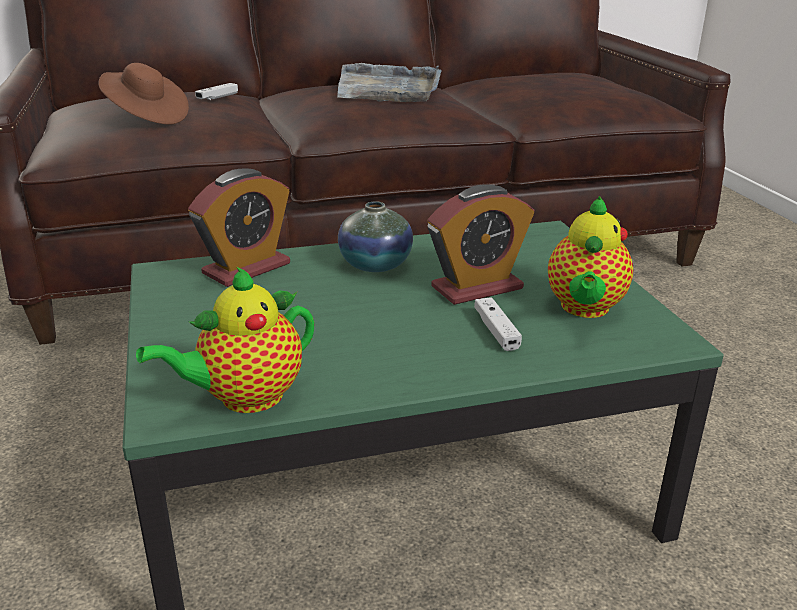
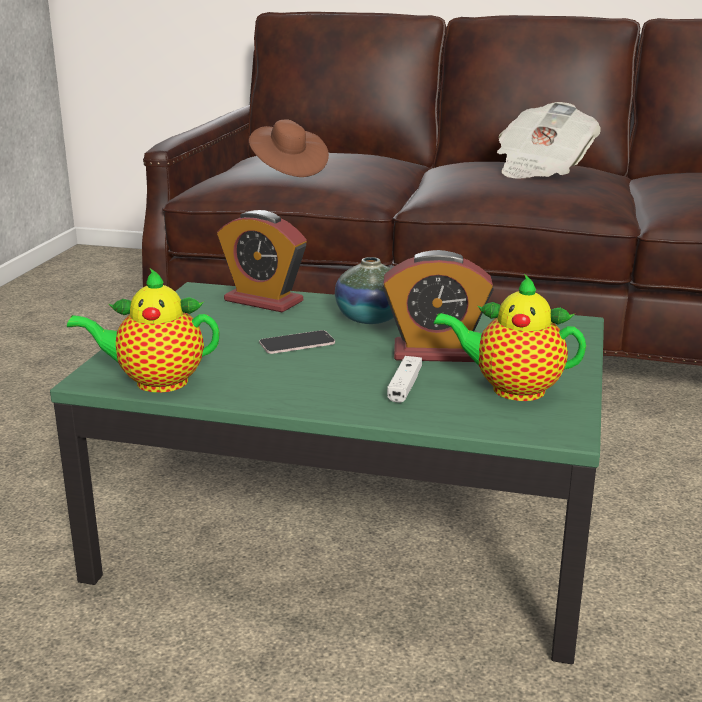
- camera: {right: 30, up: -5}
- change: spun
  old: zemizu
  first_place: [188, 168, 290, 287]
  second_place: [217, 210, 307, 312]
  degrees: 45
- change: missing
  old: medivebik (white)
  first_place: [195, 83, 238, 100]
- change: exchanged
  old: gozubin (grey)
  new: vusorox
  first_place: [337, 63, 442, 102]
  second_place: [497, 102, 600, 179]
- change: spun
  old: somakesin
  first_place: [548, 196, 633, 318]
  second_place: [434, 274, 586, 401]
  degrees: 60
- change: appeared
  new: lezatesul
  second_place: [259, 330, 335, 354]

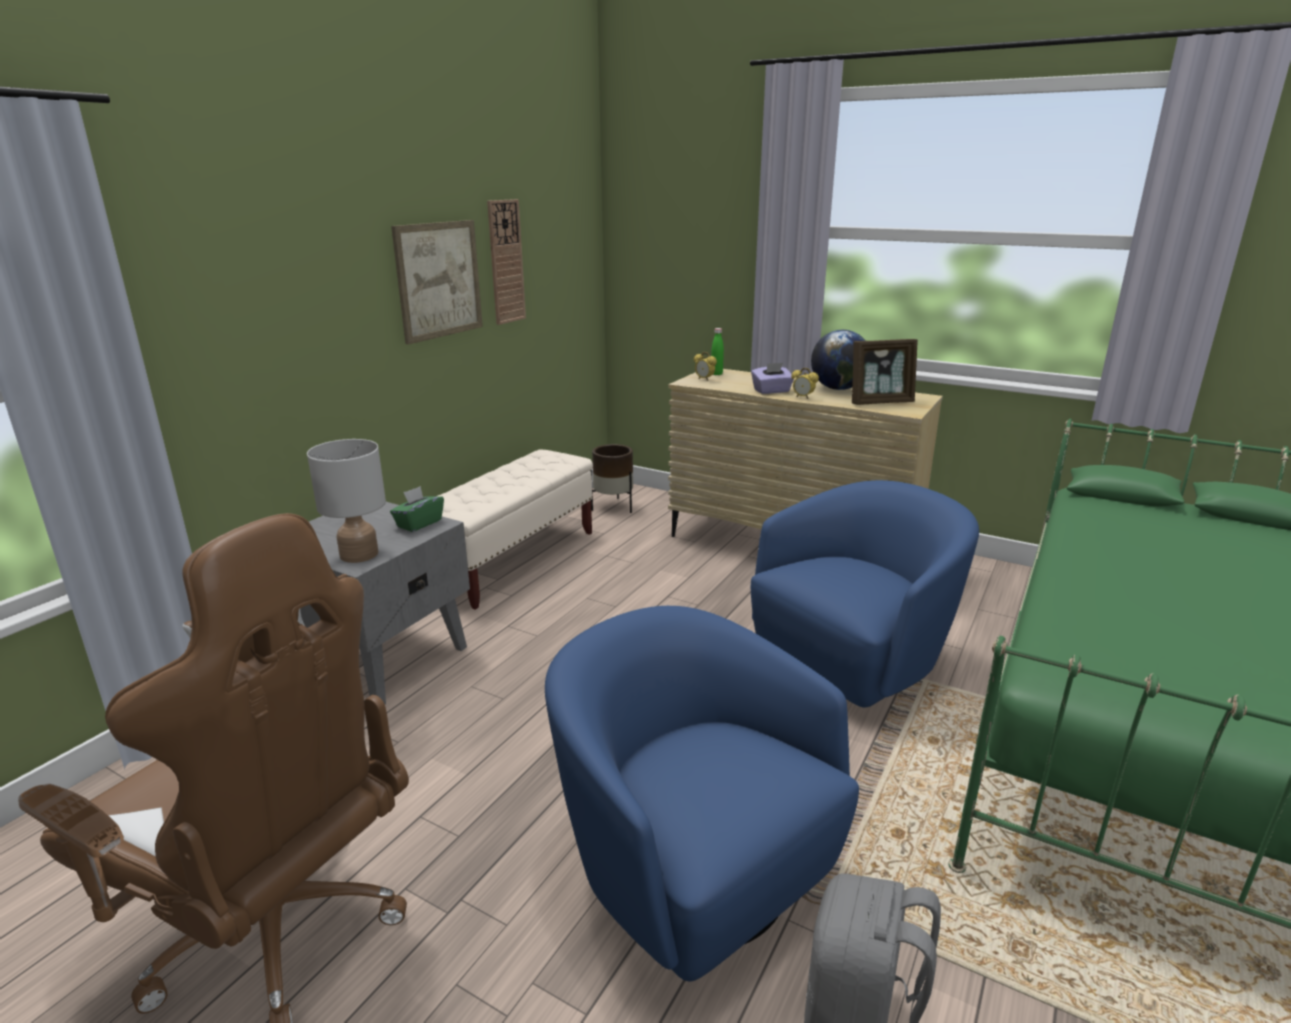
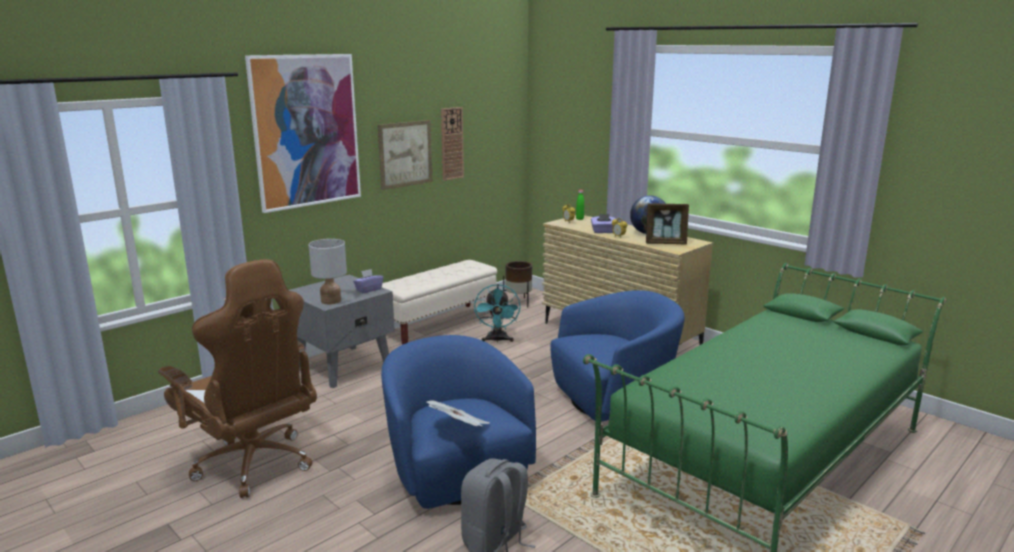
- camera: {right: 15, up: -5}
- change: colour
  old: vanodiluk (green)
  new: vanodiluk (purple)
  first_place: [390, 486, 444, 532]
  second_place: [353, 269, 383, 293]
- change: appeared
  new: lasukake
  second_place: [245, 54, 361, 213]
- change: appeared
  new: vusorox
  second_place: [426, 400, 489, 426]
- change: appeared
  new: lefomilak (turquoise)
  second_place: [474, 284, 520, 343]

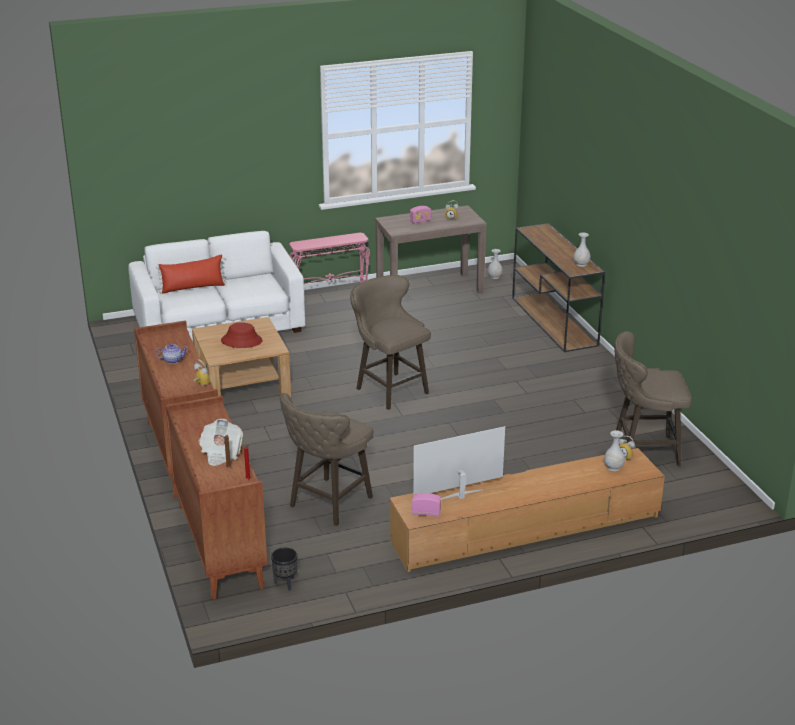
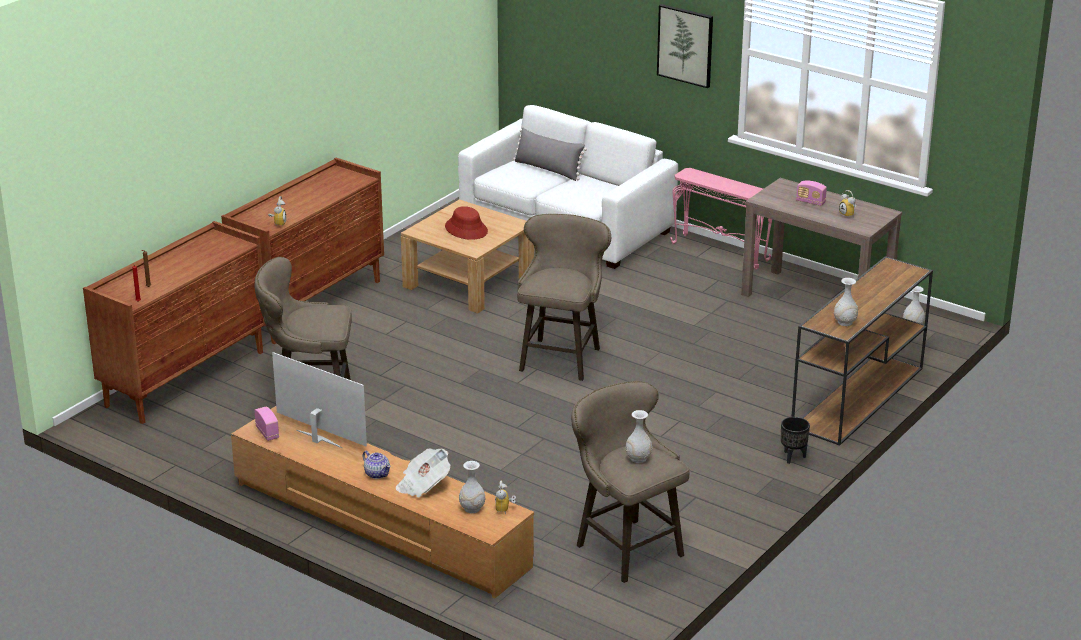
- camera: {right: 55, up: 0}
- change: colour
  old: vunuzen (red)
  new: vunuzen (grey)
  first_place: [156, 255, 227, 294]
  second_place: [513, 128, 587, 181]
- change: relocated
  old: somakesin
  first_place: [156, 344, 188, 364]
  second_place: [363, 451, 391, 479]
- change: relocated
  old: vusorox
  first_place: [199, 419, 243, 466]
  second_place: [396, 448, 450, 497]
- change: relocated
  old: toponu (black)
  first_place: [271, 547, 298, 591]
  second_place: [781, 417, 810, 464]
- change: appeared
  new: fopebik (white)
  second_place: [626, 410, 652, 463]
- change: appeared
  new: lasukake
  second_place: [657, 4, 713, 88]

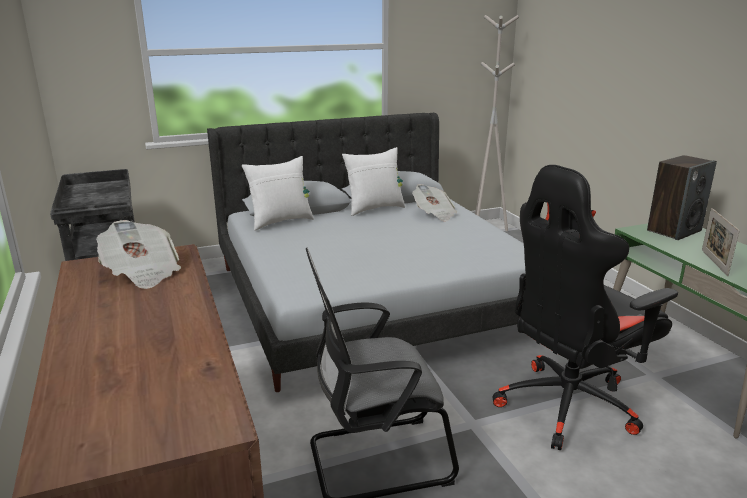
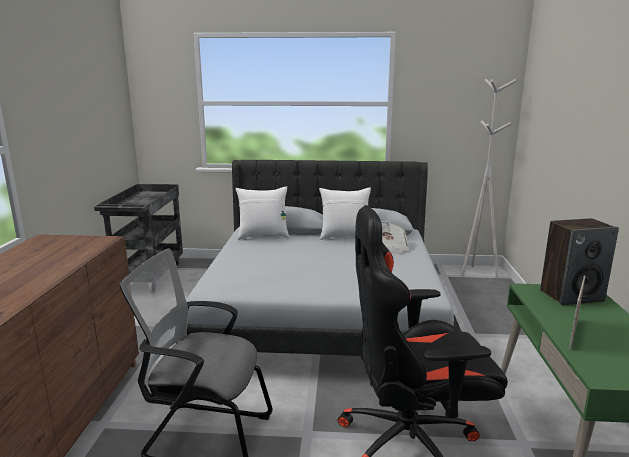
- camera: {right: 25, up: -5}
- change: missing
  old: vusorox
  first_place: [96, 220, 181, 289]

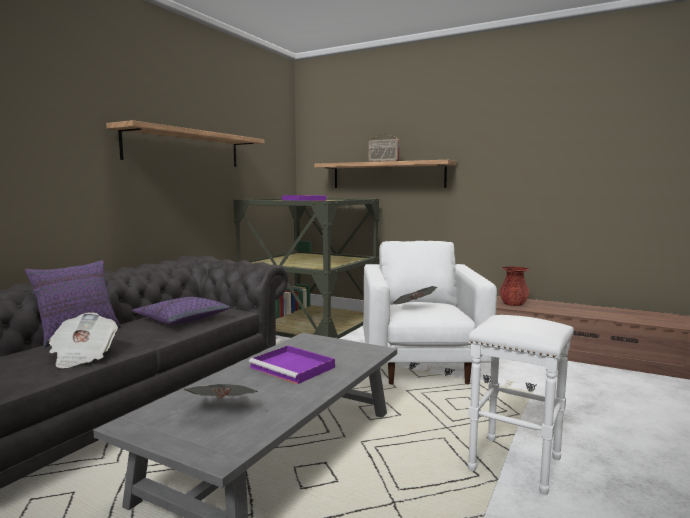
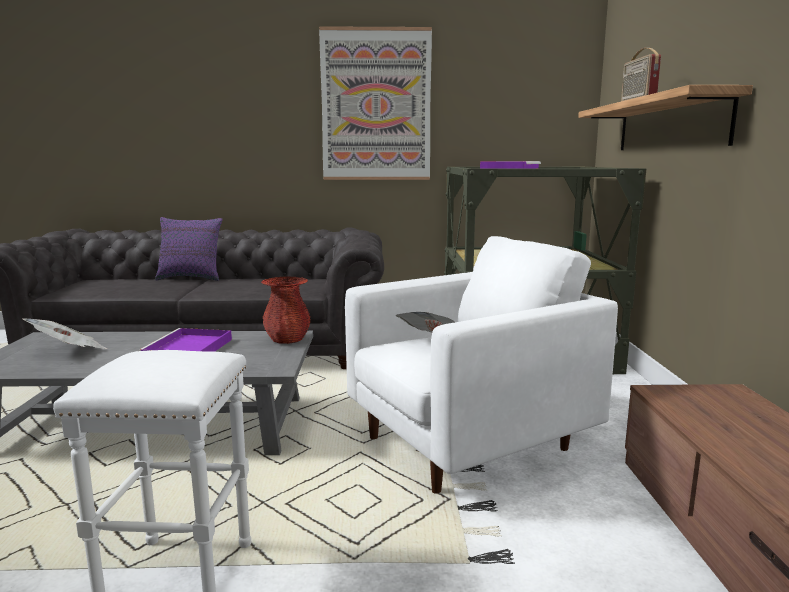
- camera: {right: 60, up: 5}
- change: missing
  old: vusorox
  first_place: [48, 313, 118, 368]
- change: exchanged
  old: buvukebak
  new: lasukake
  first_place: [106, 120, 265, 167]
  second_place: [319, 26, 432, 180]
- change: missing
  old: vunuzen (purple)
  first_place: [132, 297, 230, 325]
- change: relocated
  old: fopebik (red)
  first_place: [499, 267, 530, 306]
  second_place: [261, 277, 311, 344]

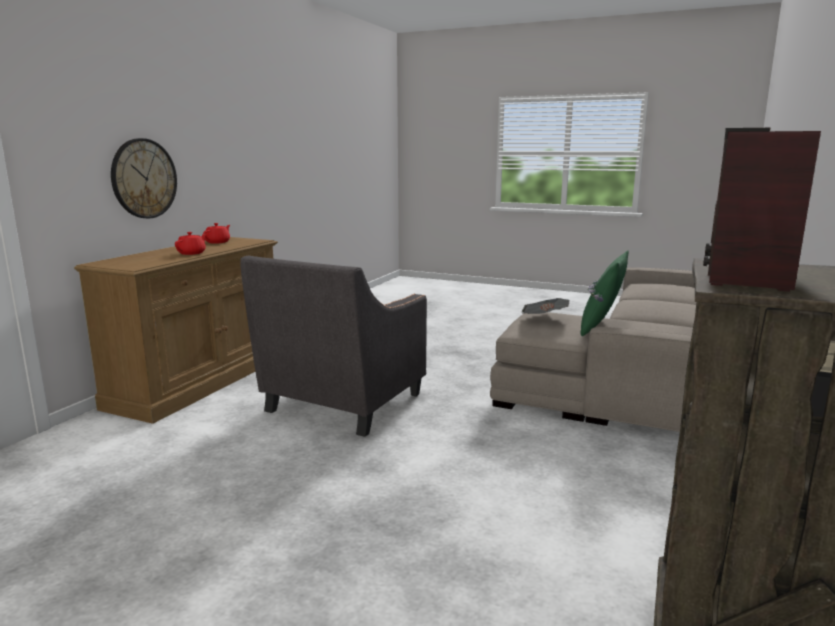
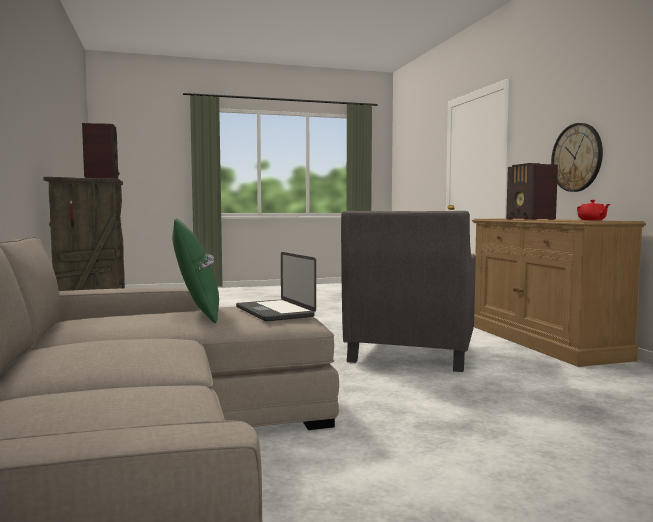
- camera: {right: 140, up: -10}
- change: exchanged
  old: somakesin (red)
  new: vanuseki
  first_place: [175, 232, 206, 255]
  second_place: [506, 163, 558, 220]
- change: spun
  old: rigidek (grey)
  first_place: [240, 256, 427, 437]
  second_place: [341, 211, 476, 372]
  degrees: -150
- change: exchanged
  old: vusorox
  new: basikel
  first_place: [522, 298, 570, 314]
  second_place: [236, 252, 316, 321]

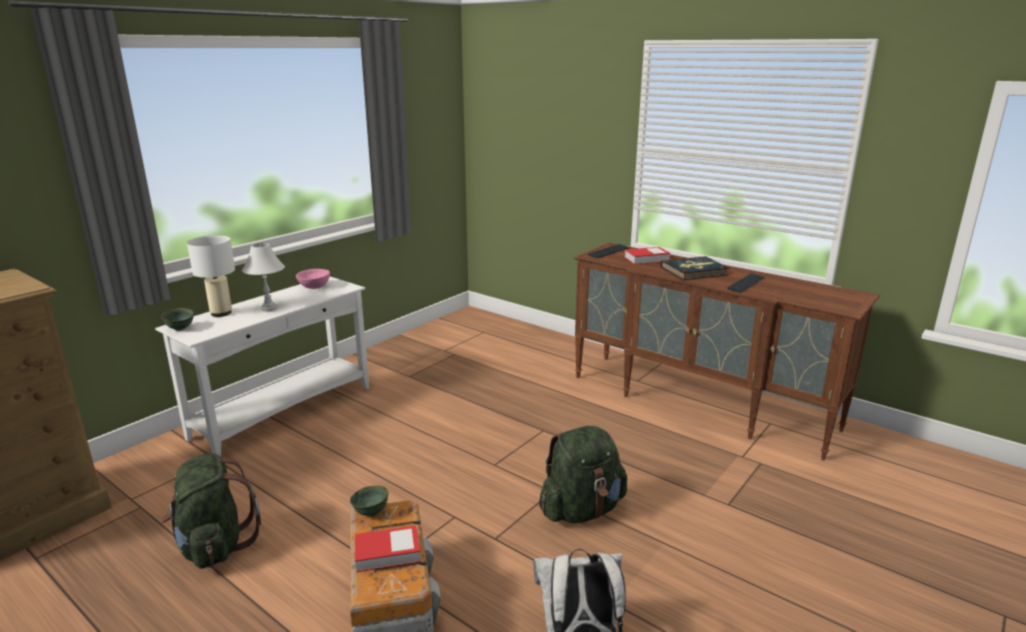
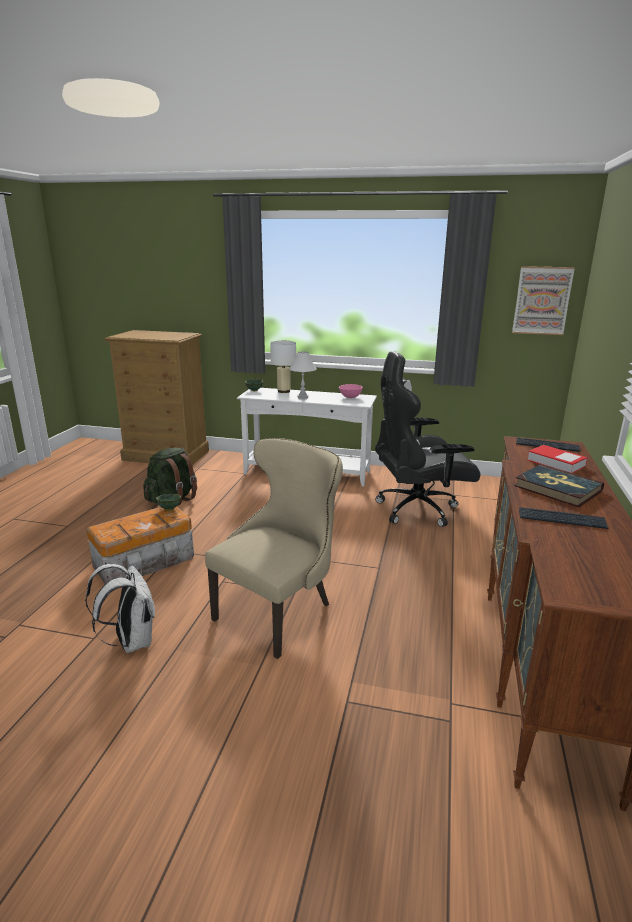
- camera: {right: 65, up: 0}
- change: missing
  old: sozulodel
  first_place: [355, 525, 421, 572]
- change: exchanged
  old: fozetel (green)
  new: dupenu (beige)
  first_place: [539, 426, 627, 523]
  second_place: [205, 438, 343, 659]
- change: appeared
  new: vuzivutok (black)
  second_place: [375, 351, 480, 527]
- change: appeared
  new: lasukake
  second_place: [512, 266, 575, 335]

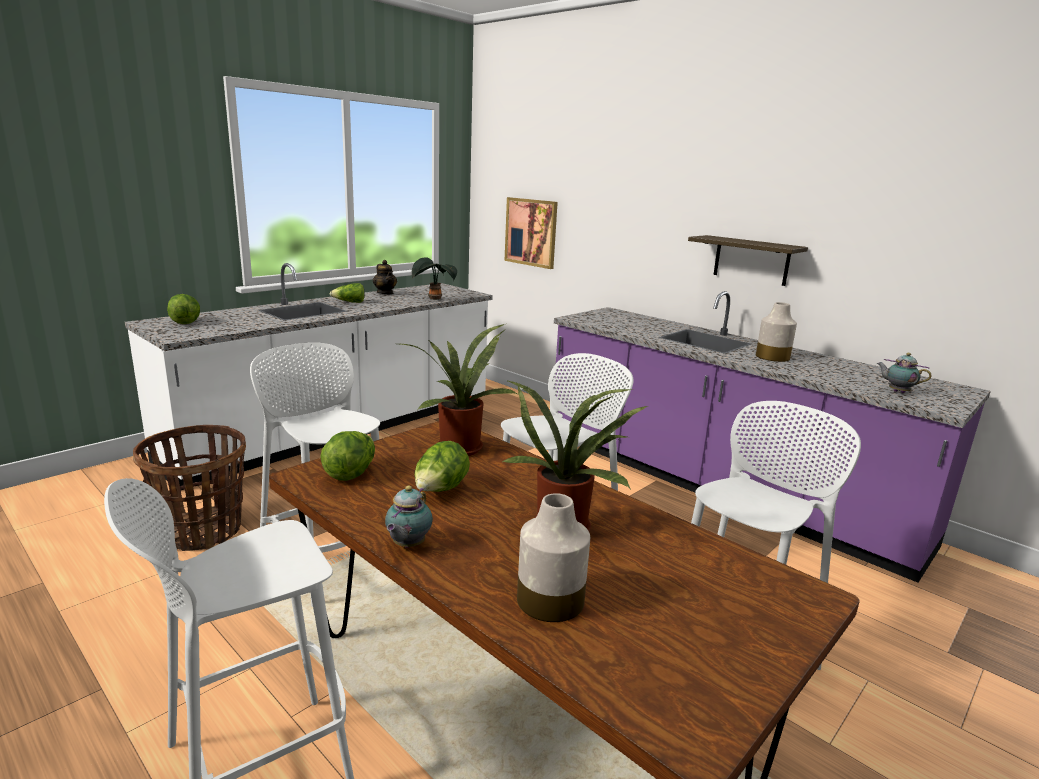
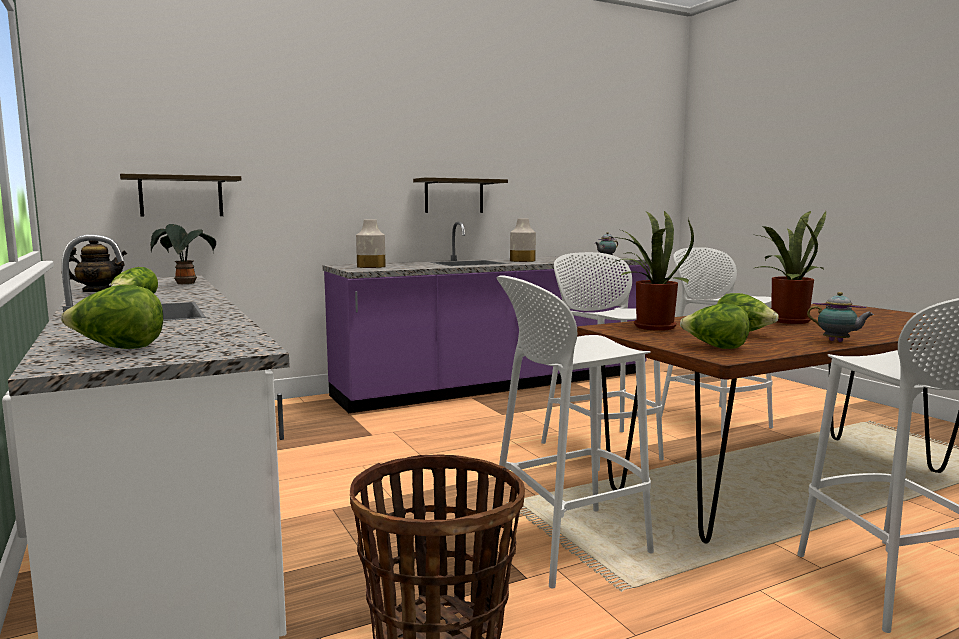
- camera: {right: -70, up: -10}
- change: exchanged
  old: lasukake
  new: buvukebak
  first_place: [504, 197, 558, 269]
  second_place: [120, 174, 242, 216]
- change: relocated
  old: fopebik (beige)
  first_place: [517, 493, 590, 622]
  second_place: [356, 219, 386, 268]

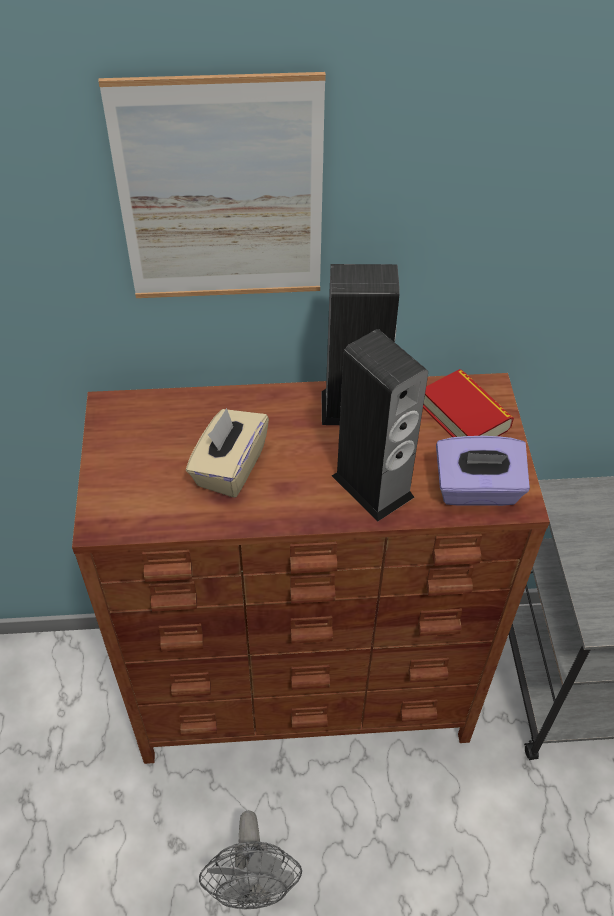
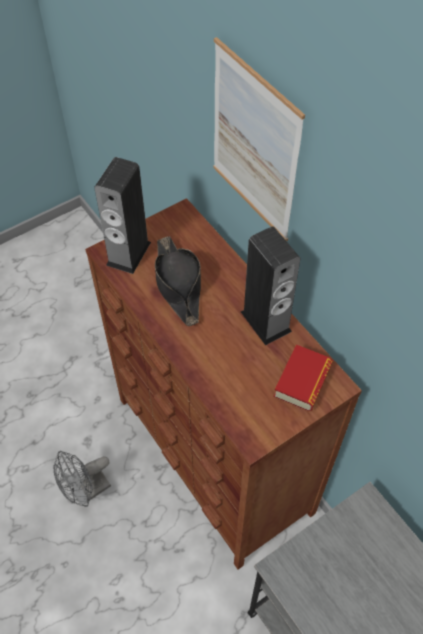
- camera: {right: 60, up: 5}
- change: exchanged
  old: vanodiluk (beige)
  new: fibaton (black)
  first_place: [186, 408, 269, 498]
  second_place: [155, 236, 201, 326]
- change: relocated
  old: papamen
  first_place: [332, 329, 428, 522]
  second_place: [94, 157, 151, 274]
- change: missing
  old: vanodiluk (purple)
  first_place: [436, 436, 530, 506]

